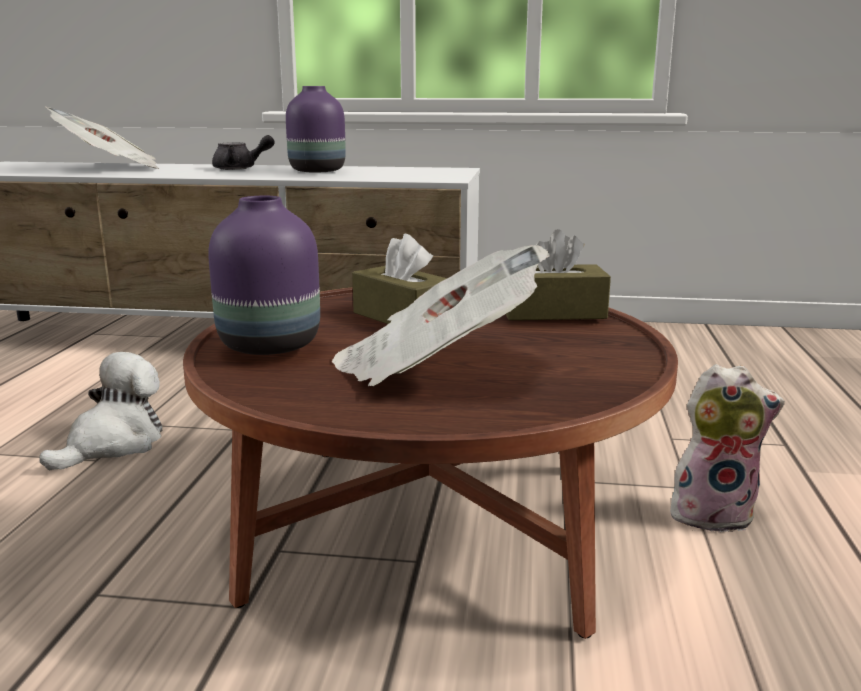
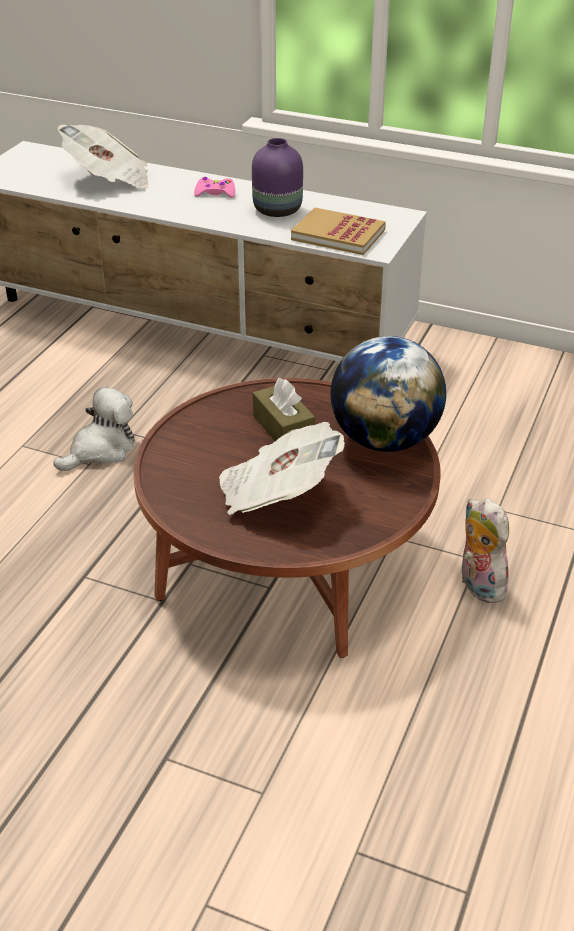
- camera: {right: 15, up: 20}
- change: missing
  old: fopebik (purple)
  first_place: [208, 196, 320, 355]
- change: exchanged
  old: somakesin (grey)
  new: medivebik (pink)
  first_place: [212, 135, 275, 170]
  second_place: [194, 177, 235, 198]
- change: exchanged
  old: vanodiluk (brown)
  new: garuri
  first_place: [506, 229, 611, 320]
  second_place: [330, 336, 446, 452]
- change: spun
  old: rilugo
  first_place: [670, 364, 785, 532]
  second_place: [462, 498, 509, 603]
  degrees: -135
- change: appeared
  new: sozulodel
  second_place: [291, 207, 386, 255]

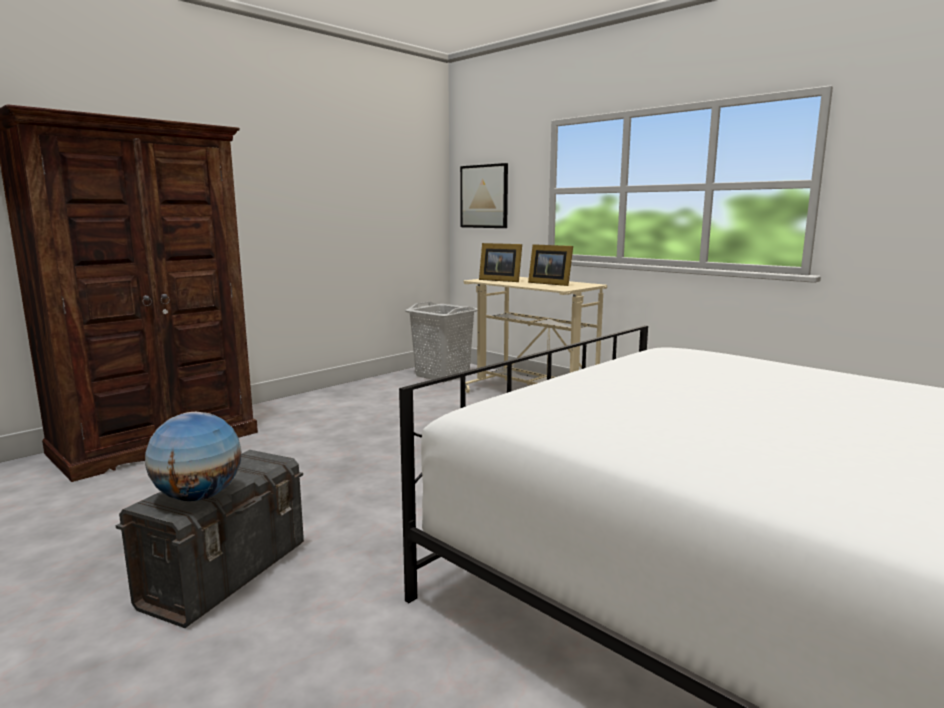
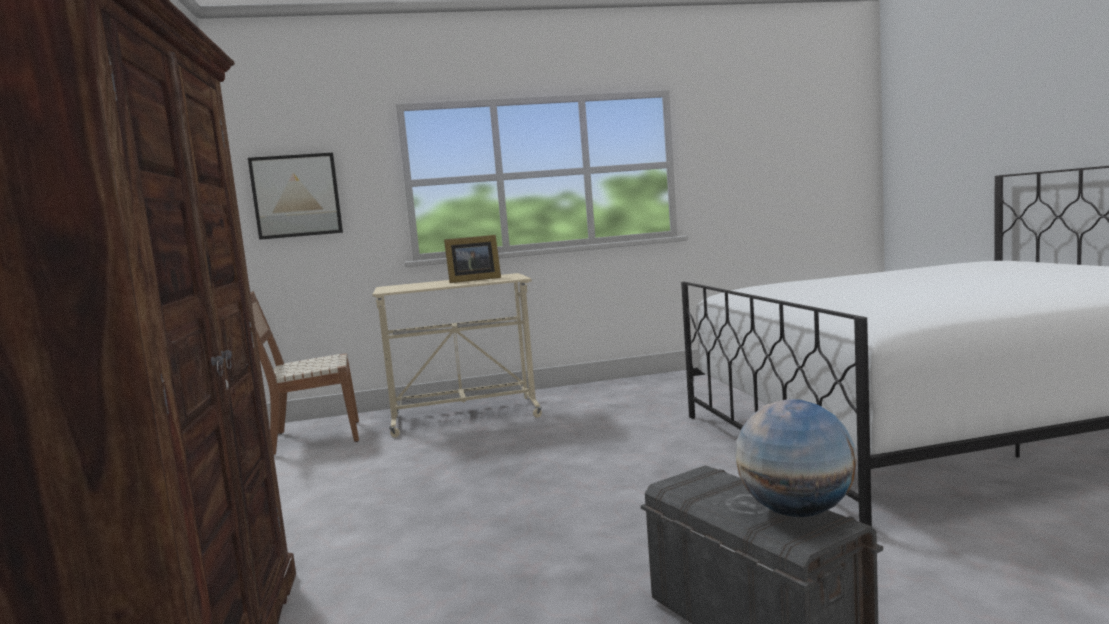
- camera: {right: -55, up: -5}
- change: exchanged
  old: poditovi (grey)
  new: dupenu
  first_place: [405, 302, 477, 382]
  second_place: [250, 291, 359, 455]
- change: missing
  old: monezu
  first_place: [479, 243, 522, 282]

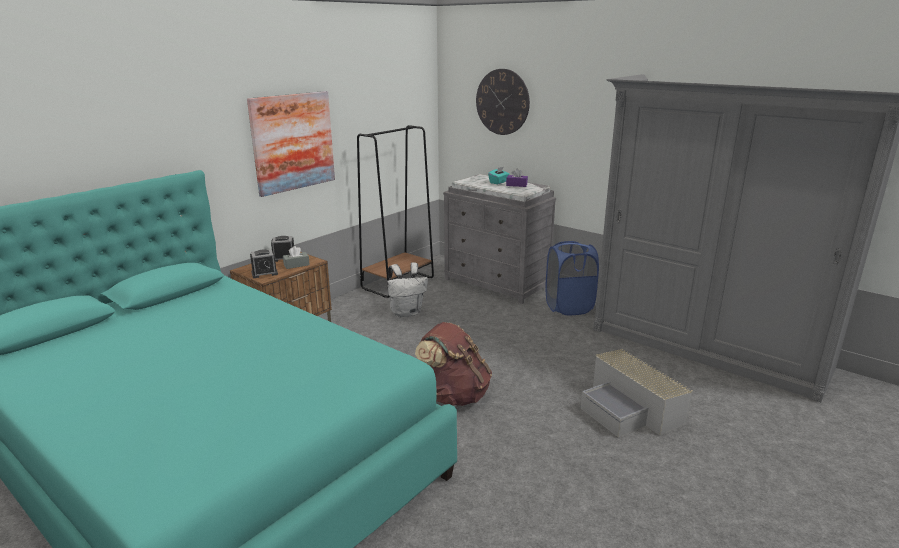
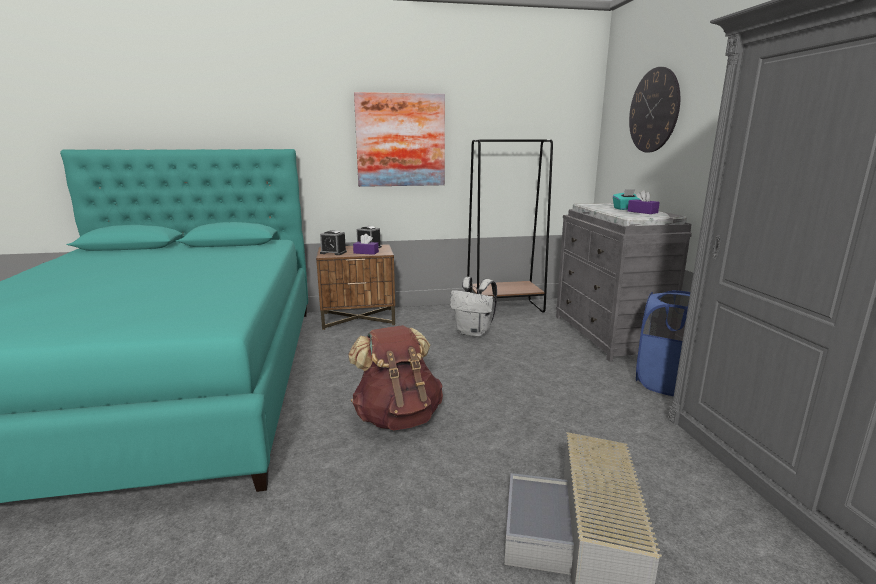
- camera: {right: 40, up: -5}
- change: colour
  old: vanodiluk (grey)
  new: vanodiluk (purple)
  first_place: [283, 246, 310, 269]
  second_place: [353, 234, 379, 255]

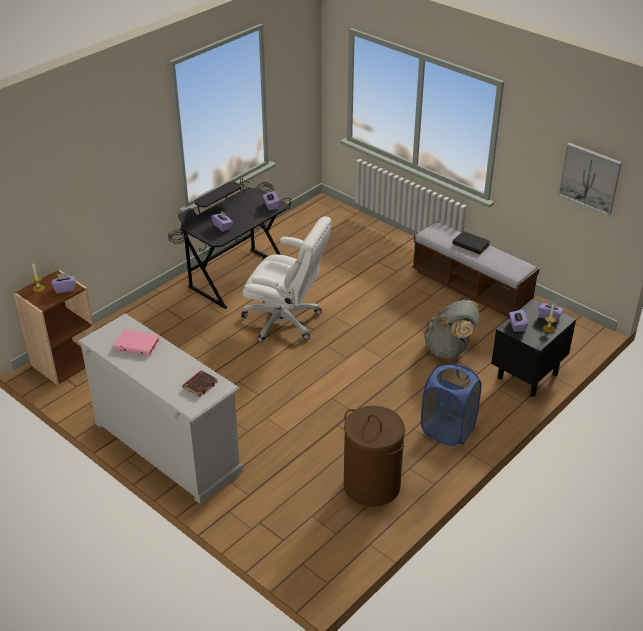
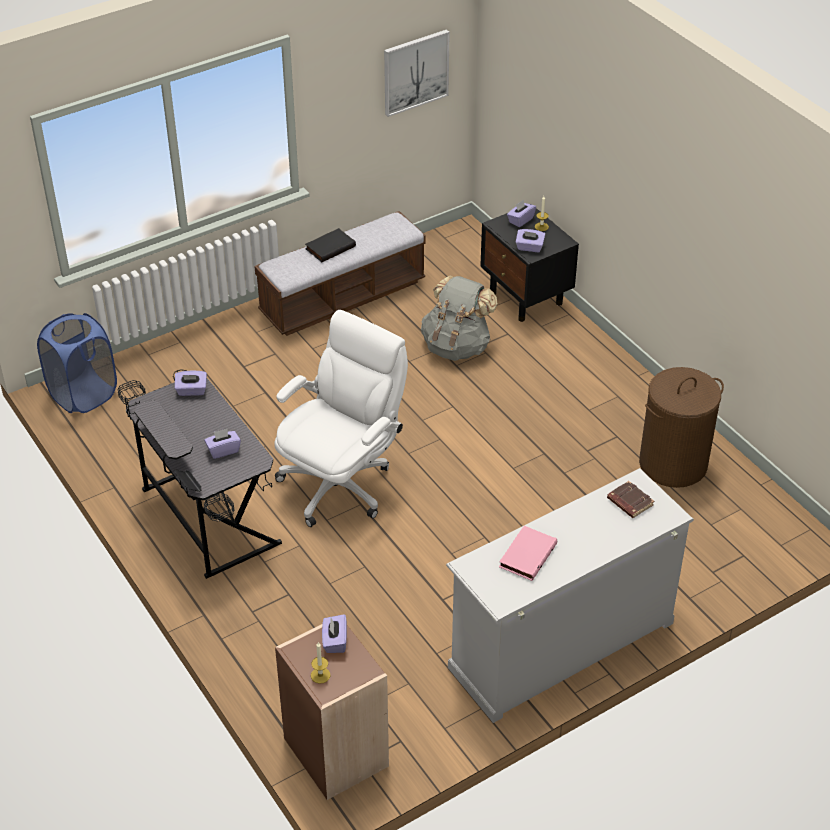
- camera: {right: -75, up: 5}
- change: relocated
  old: poditovi (blue)
  first_place: [421, 363, 481, 446]
  second_place: [37, 313, 117, 413]

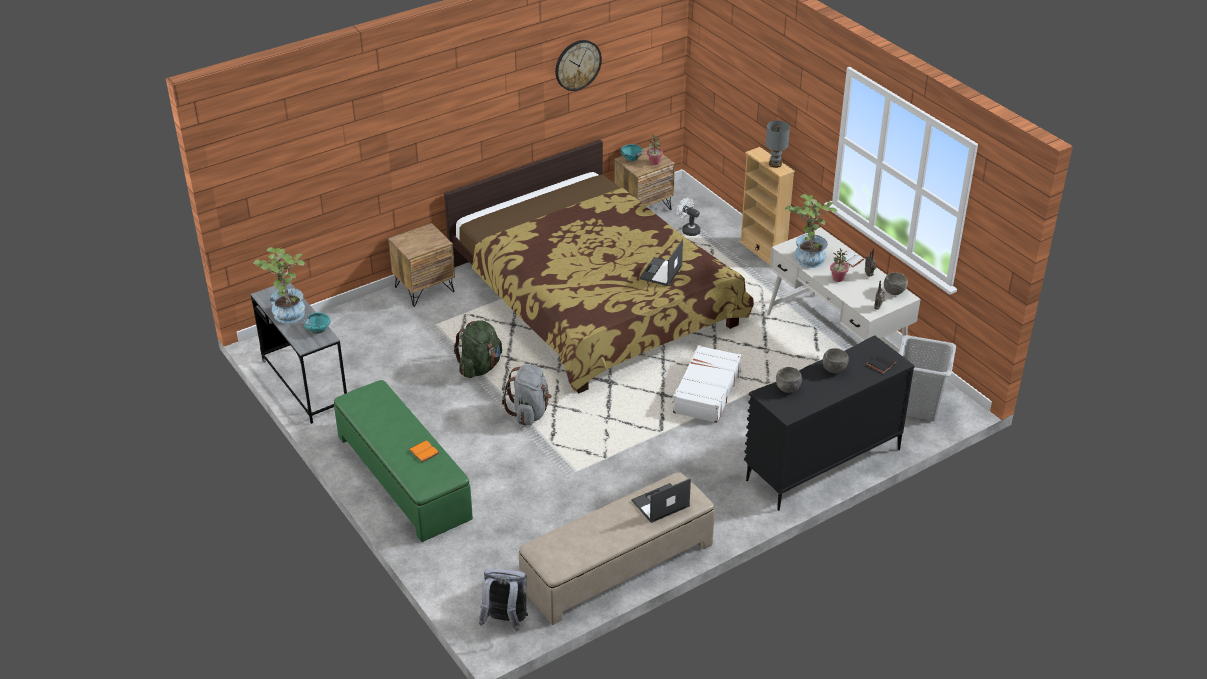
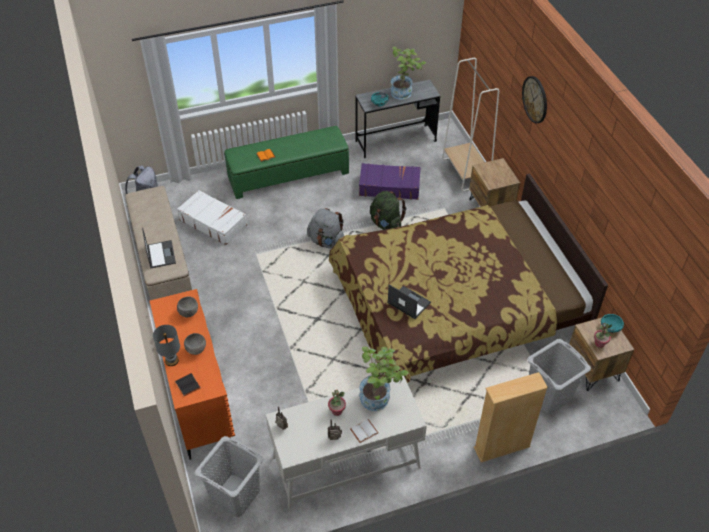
- camera: {right: 105, up: 10}
- change: relocated
  old: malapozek
  first_place: [555, 40, 602, 91]
  second_place: [522, 76, 547, 124]
- change: relocated
  old: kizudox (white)
  first_place: [671, 345, 741, 423]
  second_place: [177, 190, 247, 245]
- change: exchanged
  old: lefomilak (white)
  new: poditovi (grey)
  first_place: [676, 197, 701, 236]
  second_place: [527, 339, 591, 414]
- change: colour
  old: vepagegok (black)
  new: vepagegok (orange)
  first_place: [744, 335, 914, 511]
  second_place: [150, 289, 235, 460]
- change: relocated
  old: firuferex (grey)
  first_place: [766, 121, 790, 168]
  second_place: [153, 325, 180, 366]
- change: missing
  old: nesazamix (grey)
  first_place: [884, 272, 908, 295]
- change: appeared
  new: kizudox (purple)
  second_place: [359, 163, 421, 200]
- change: appeared
  new: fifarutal
  second_place: [442, 58, 499, 191]

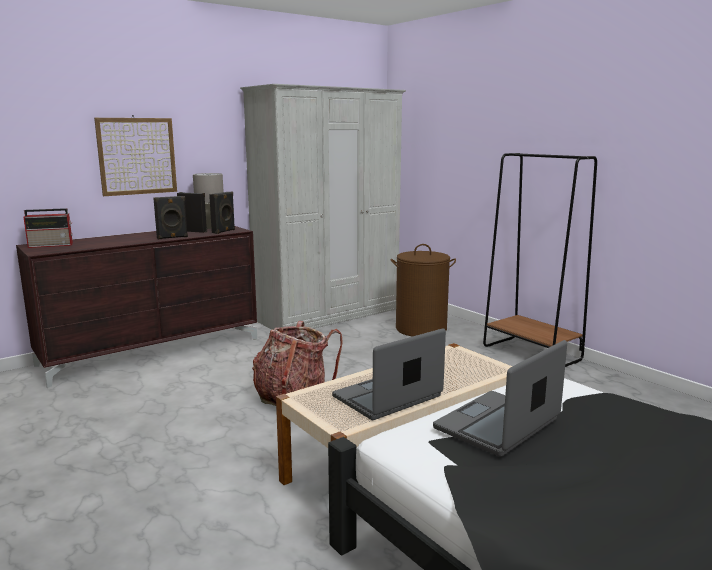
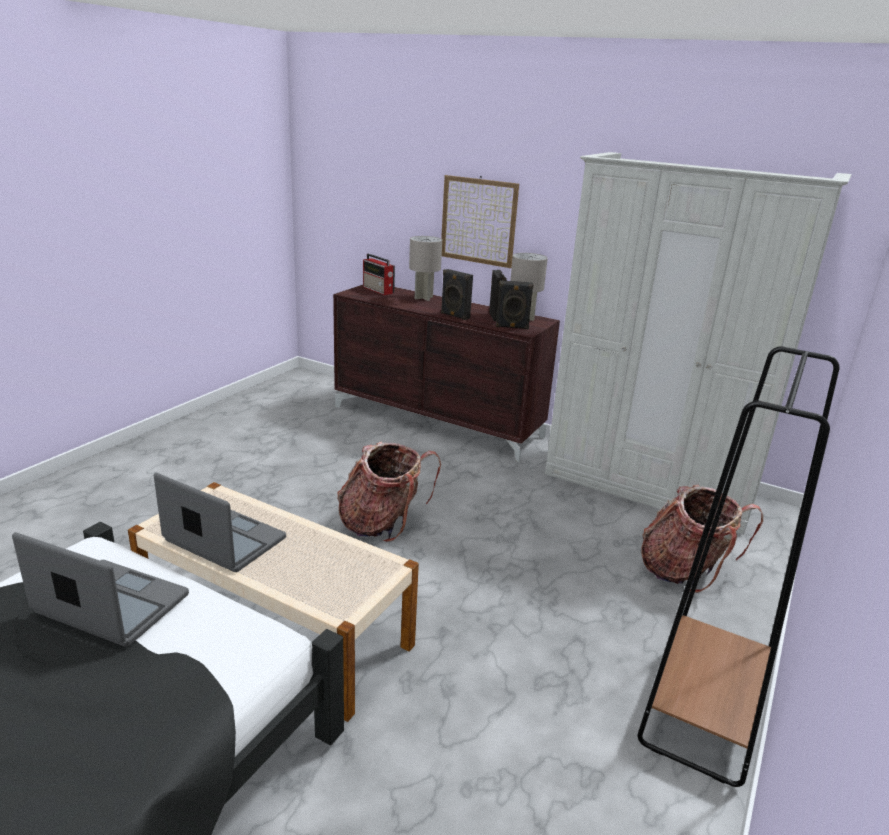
- camera: {right: 65, up: 10}
- change: exchanged
  old: poditovi (brown)
  new: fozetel
  first_place: [390, 244, 456, 337]
  second_place: [641, 485, 763, 593]
- change: appeared
  new: firuferex (grey)
  second_place: [409, 236, 442, 301]

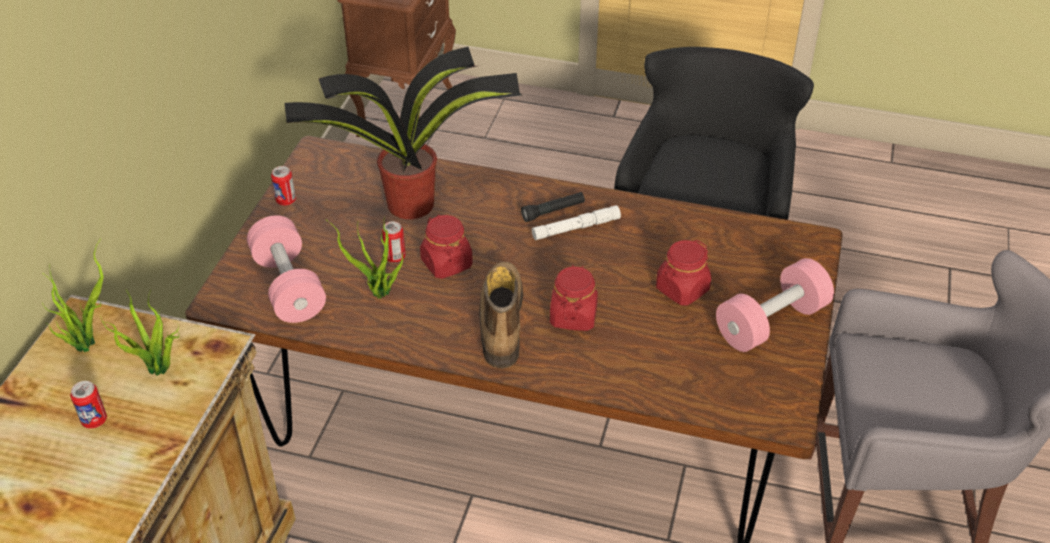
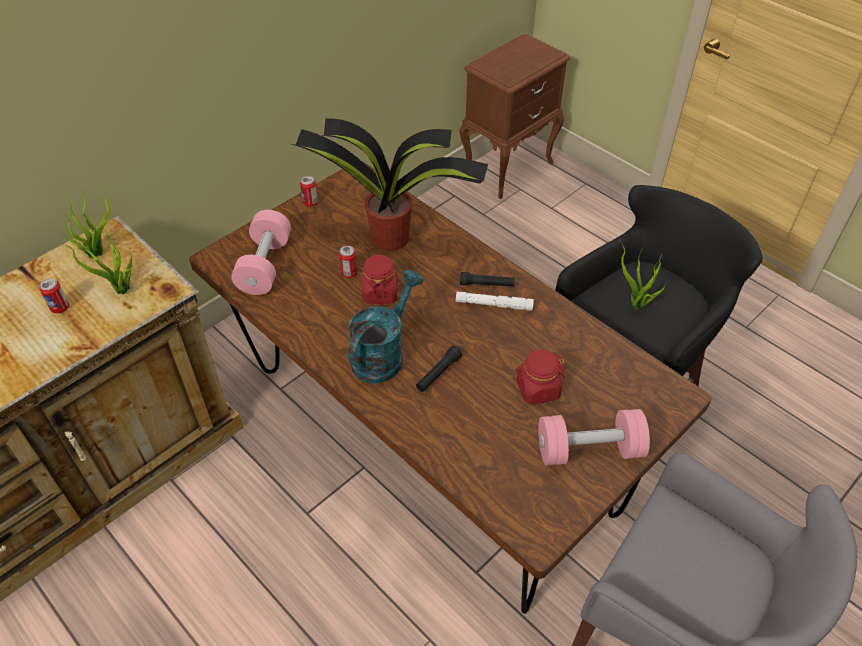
- camera: {right: 30, up: 5}
- change: relocated
  old: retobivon
  first_place: [327, 217, 404, 299]
  second_place: [619, 239, 666, 310]
- change: exchanged
  old: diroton
  new: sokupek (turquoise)
  first_place: [479, 262, 523, 369]
  second_place: [348, 270, 424, 384]
- change: exchanged
  old: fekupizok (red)
  new: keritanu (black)
  first_place: [550, 265, 598, 331]
  second_place: [416, 346, 462, 392]

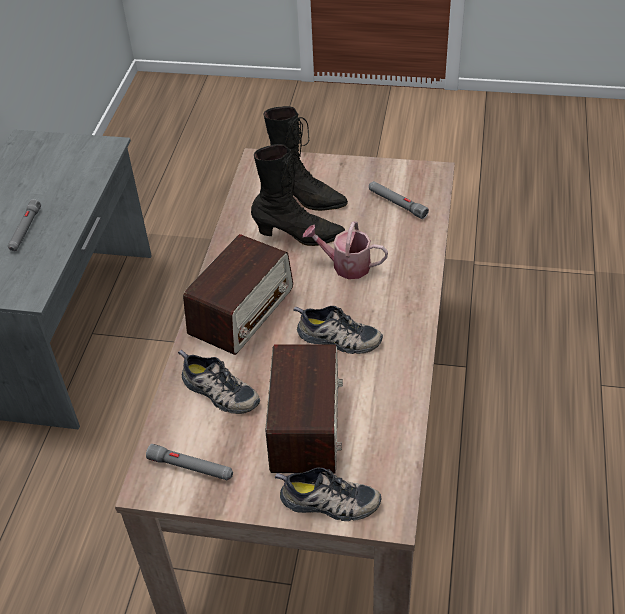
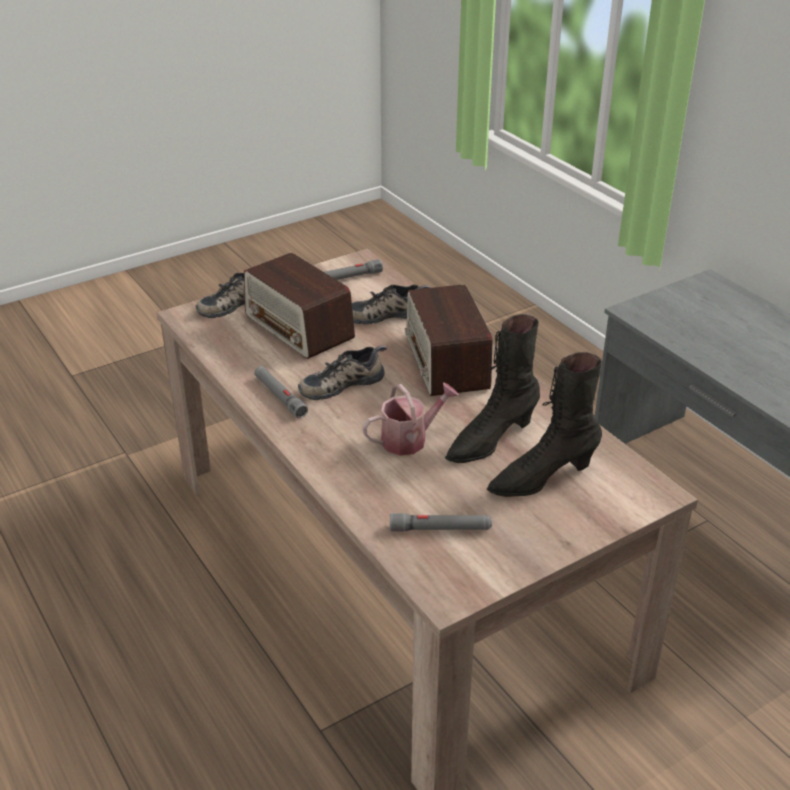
- camera: {right: 135, up: -10}
- change: relocated
  old: keritanu (grey)
  first_place: [8, 199, 41, 251]
  second_place: [254, 366, 308, 418]

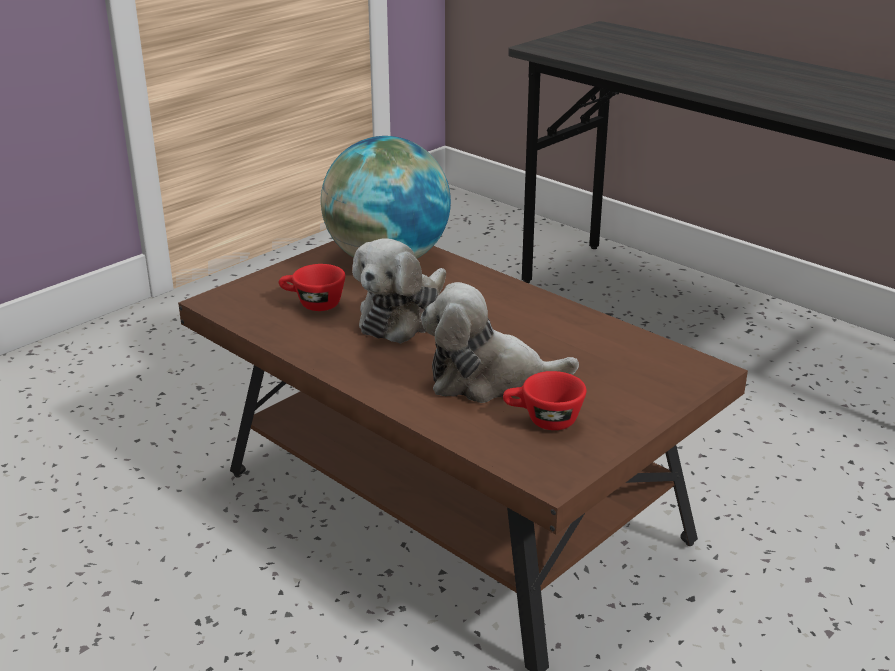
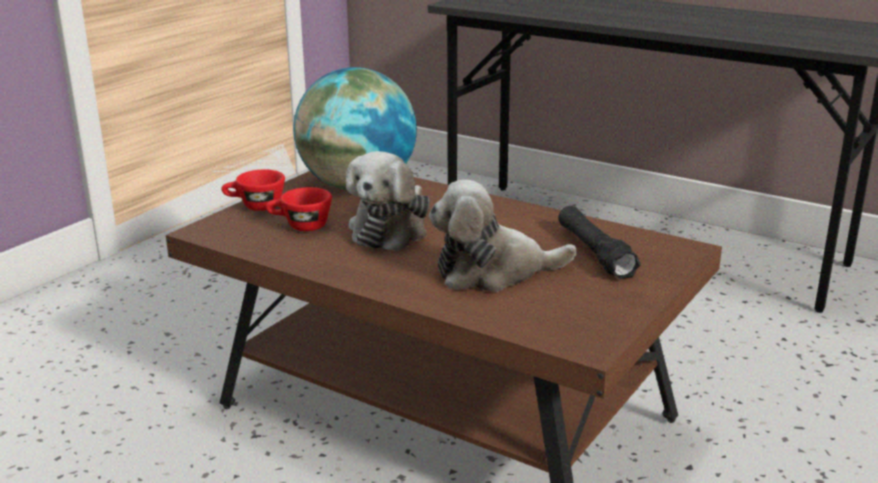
- camera: {right: -10, up: -5}
- change: relocated
  old: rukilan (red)
  first_place: [503, 371, 586, 430]
  second_place: [221, 170, 285, 211]
- change: appeared
  new: keritanu (black)
  second_place: [558, 206, 641, 279]

